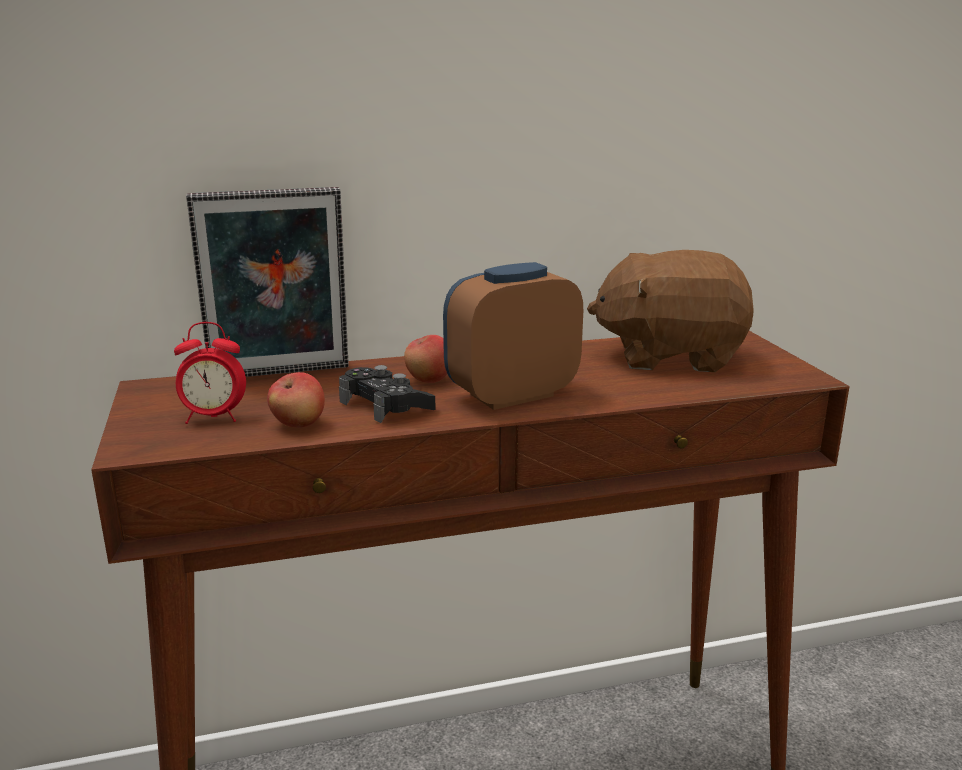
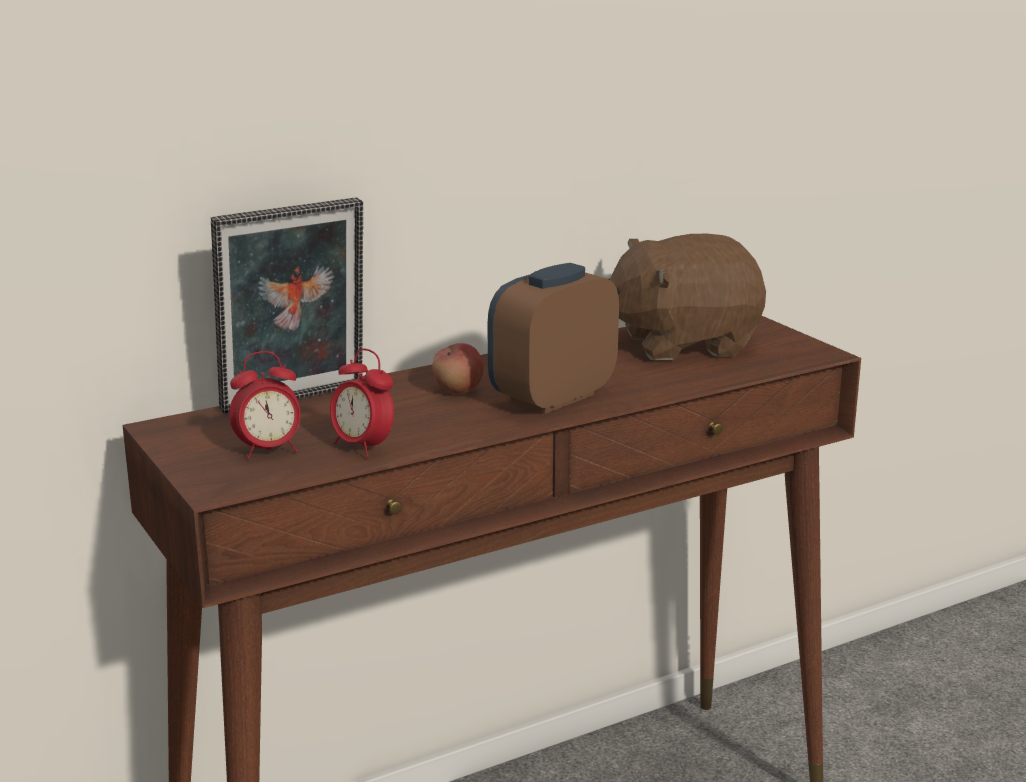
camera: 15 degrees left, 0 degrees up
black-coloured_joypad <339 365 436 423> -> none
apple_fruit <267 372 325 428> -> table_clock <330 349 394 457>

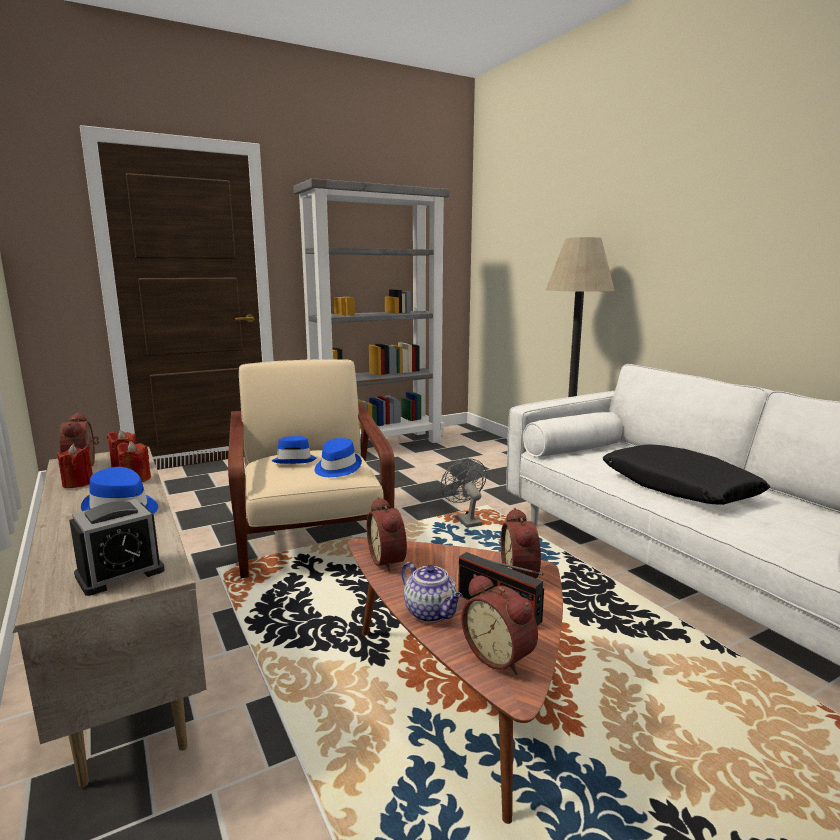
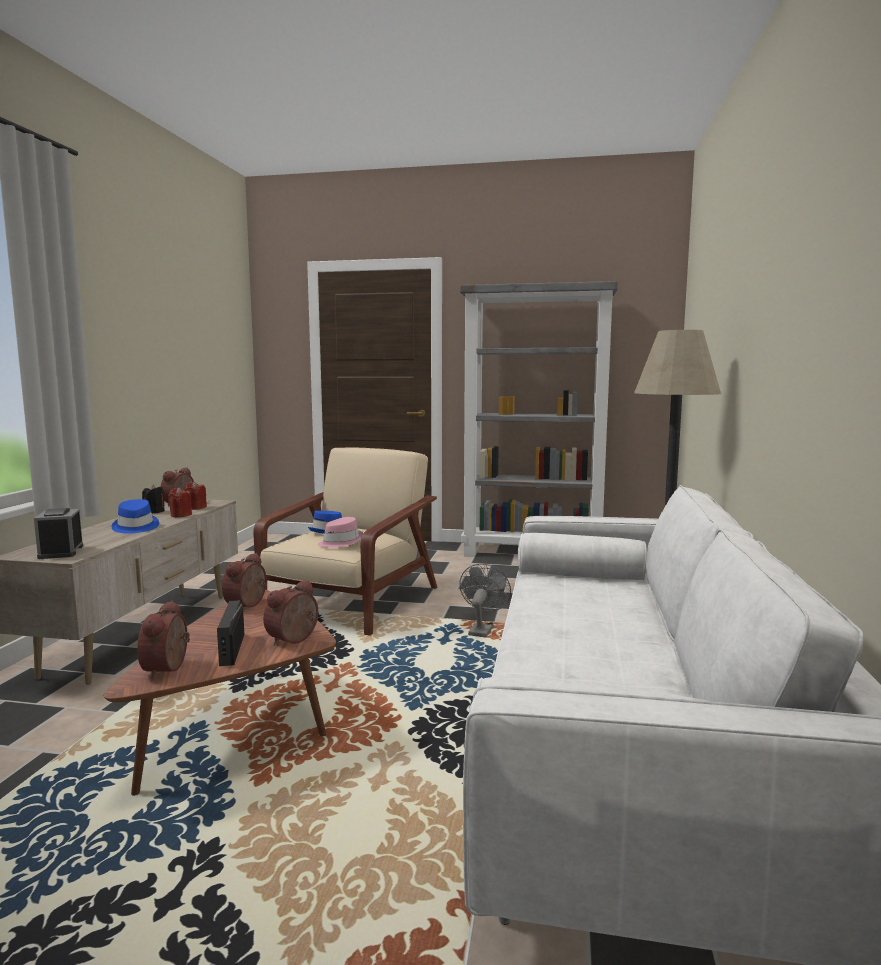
camera: 40 degrees right, 5 degrees down
bluish_clothing_hat <315 438 362 477> -> pink_clothing_hat <318 517 363 548>
red_candle <57 444 93 488> -> black-coloured_candle <142 484 165 513>
black-coloured_cushion <603 444 771 505> -> none
table_clock <69 499 165 596> -> table_clock <34 508 83 559>, 75 degrees clockwise
tea_pot <401 562 463 622> -> none

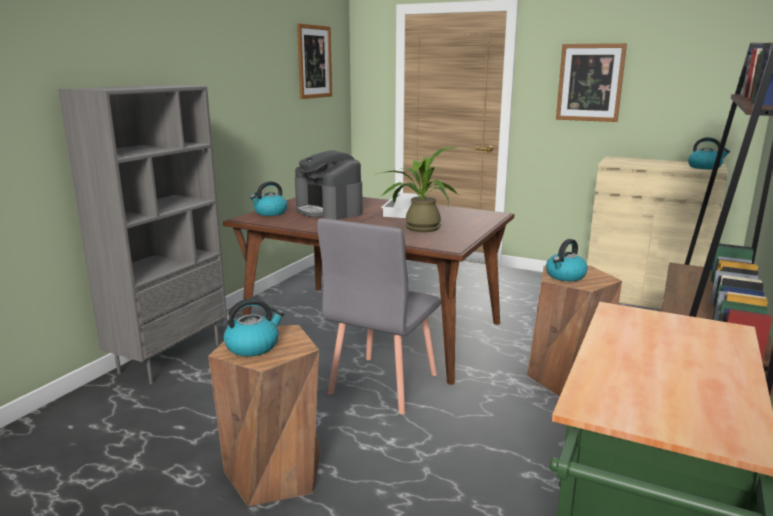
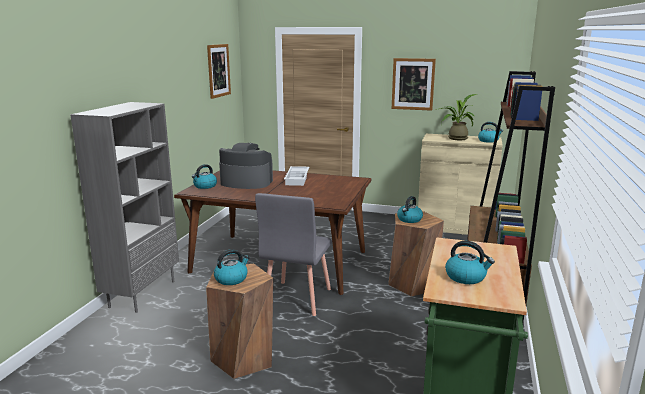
camera: 10 degrees left, 0 degrees up
plant_in_a_pot <377 147 459 232> -> plant_in_a_pot <436 94 478 140>, move
coffee_machine <295 151 363 220> -> coffee_machine <219 143 273 189>, 150 degrees clockwise
none -> kettle <445 241 495 284>

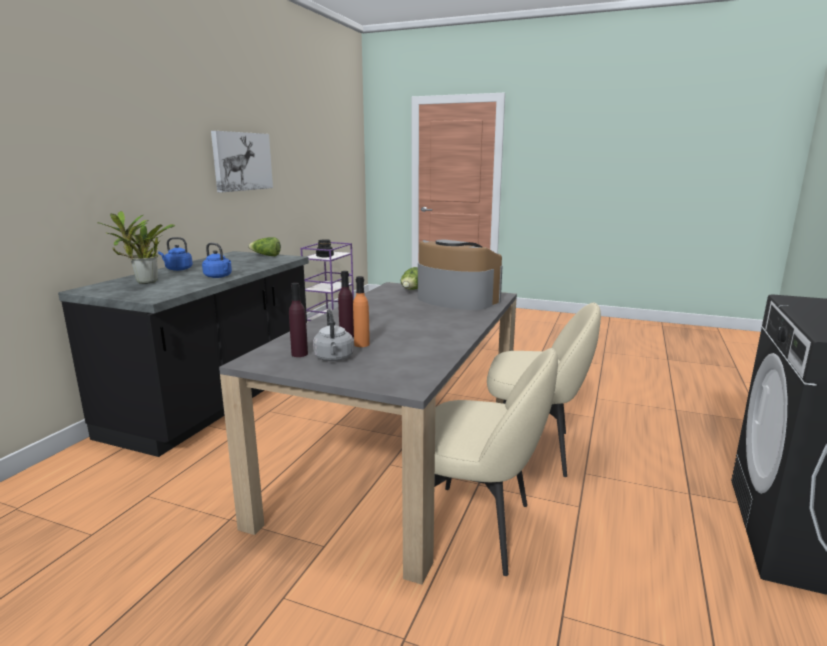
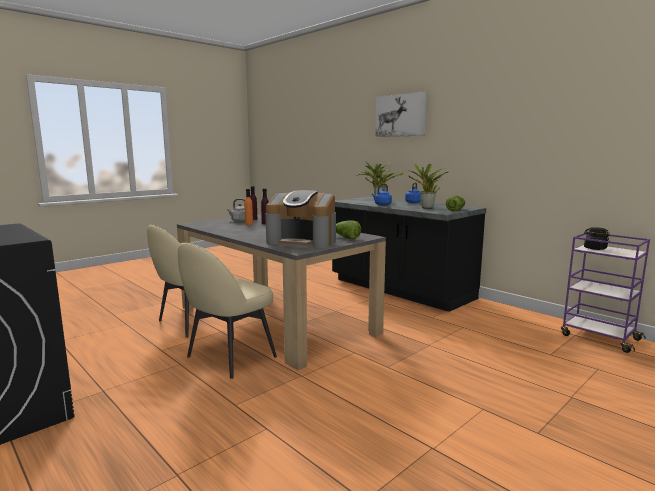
camera: 115 degrees right, 5 degrees down
picture <211 131 273 192> -> picture <375 92 427 137>, move
coffee_machine <418 239 502 310> -> coffee_machine <265 190 336 248>, 45 degrees clockwise
none -> plant_in_a_pot <408 164 448 209>

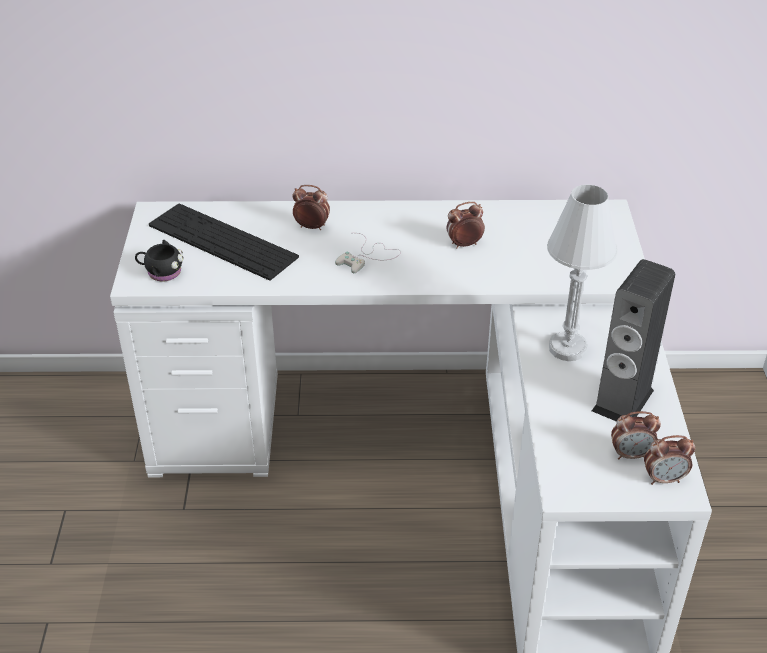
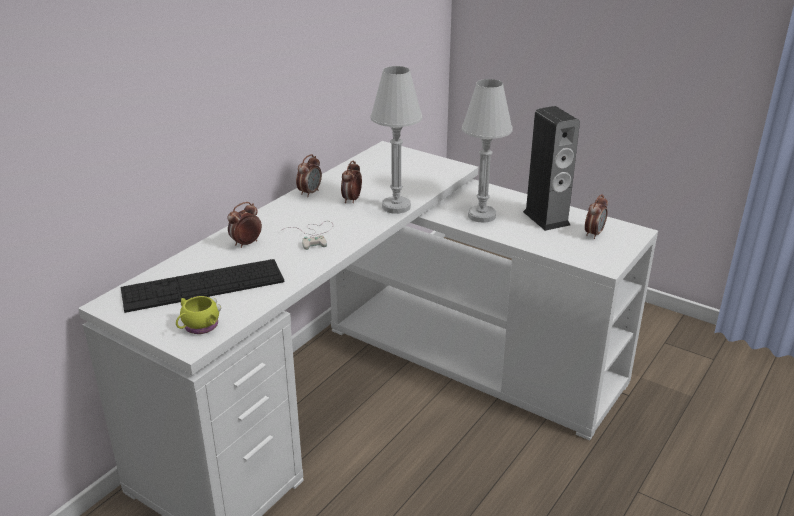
camera: 55 degrees left, 10 degrees down
black-coloured_tea_mug <135 240 184 281> -> yellowish_tea_mug <176 296 221 334>
table_clock <644 435 695 485> -> table_clock <296 154 322 197>, move
none -> whitish_lamp_for_a_table <370 66 422 214>

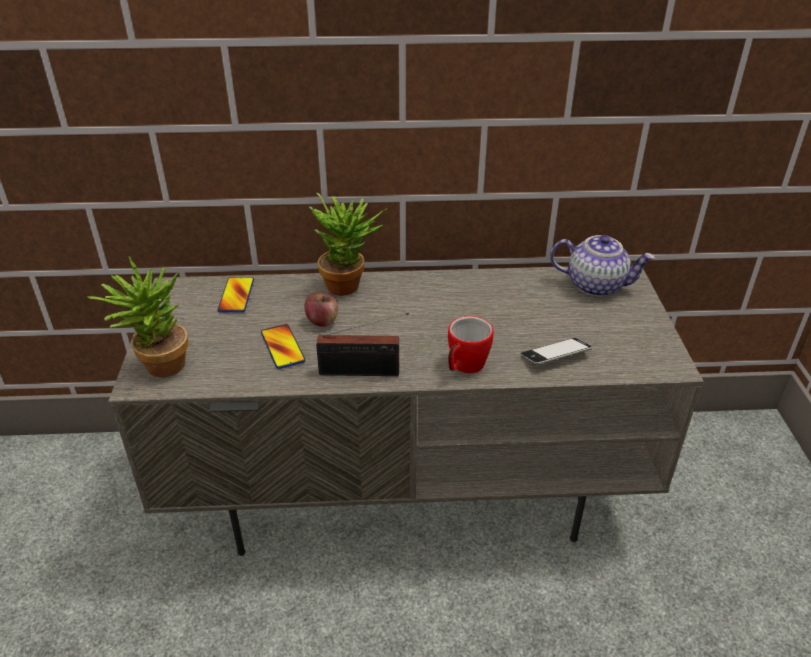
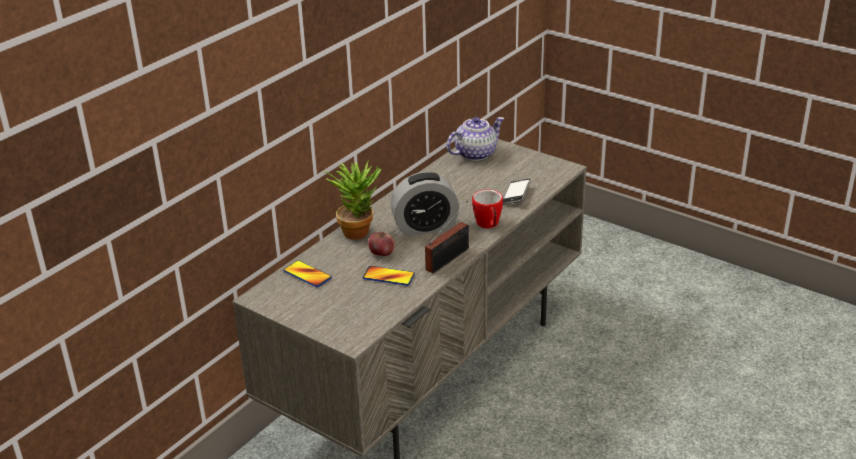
camera: 50 degrees left, 5 degrees down
plant_in_a_pot <87 256 188 378> -> none
none -> table_clock <391 172 459 236>

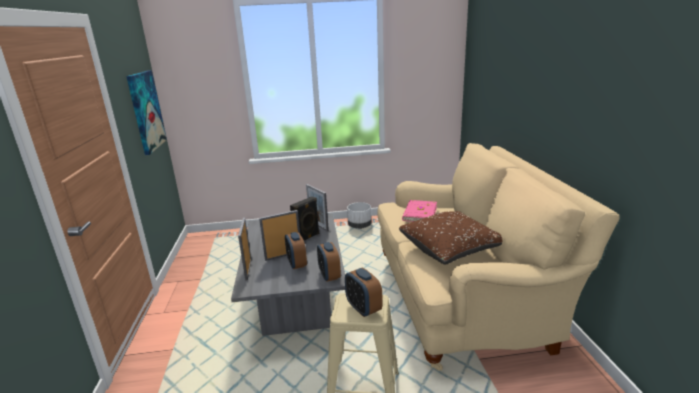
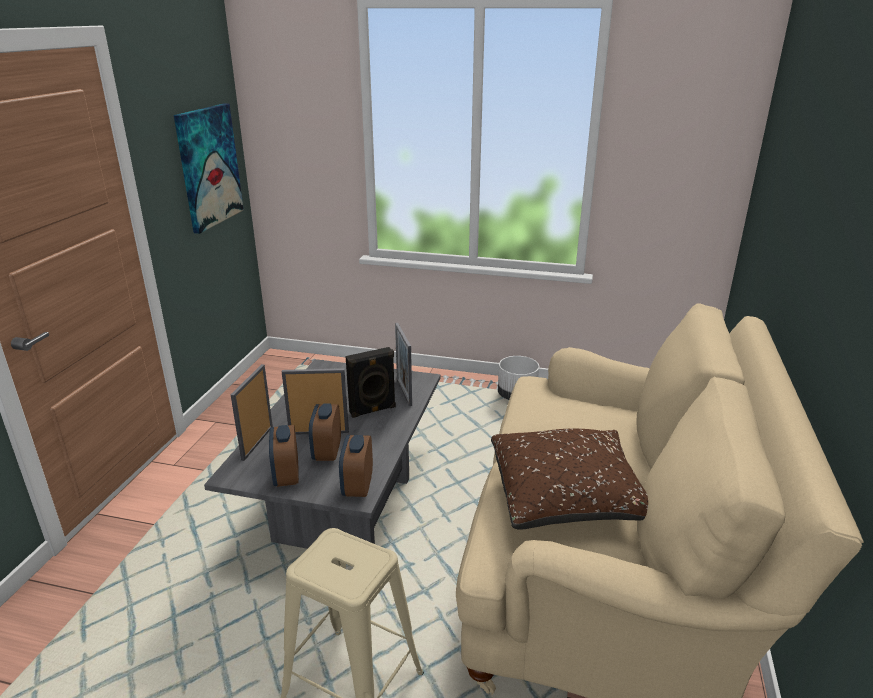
camera: 20 degrees right, 5 degrees up
pink_book <402 200 437 222> -> none
table_clock <345 268 383 317> -> table_clock <269 425 299 487>, move

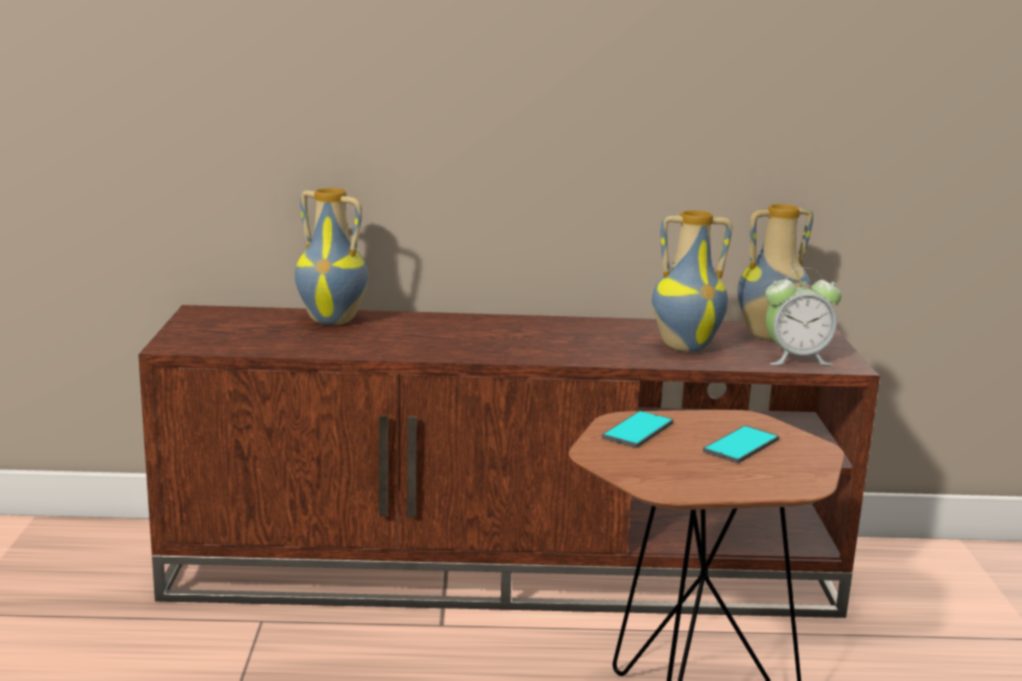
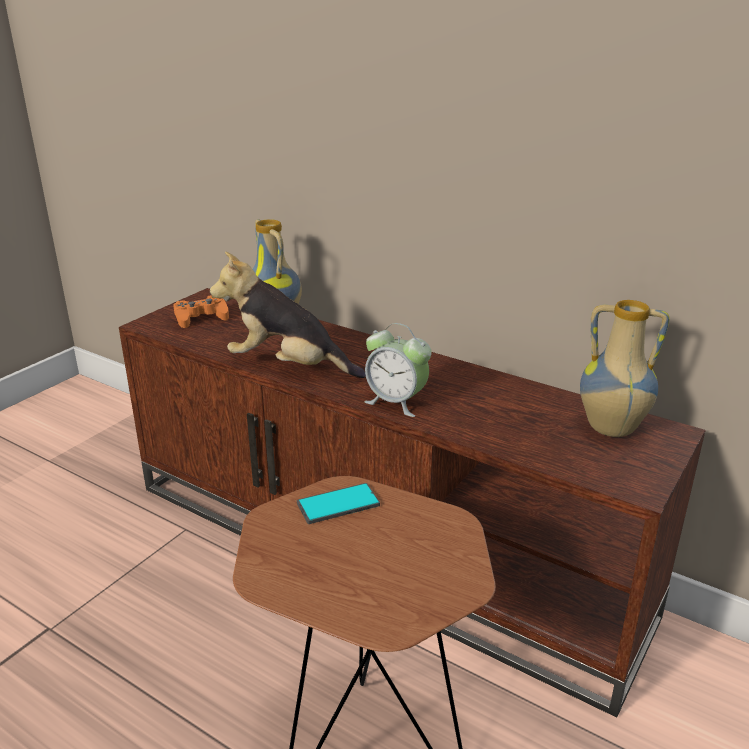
camera: 35 degrees right, 10 degrees up
decorative_vase <652 210 733 352> -> none
table_clock <765 268 842 366> -> table_clock <364 323 432 417>, move
telephone <703 425 779 463> -> none
none -> cuddly_toy <210 251 366 378>
none -> orange-coloured_joypad <173 295 229 328>

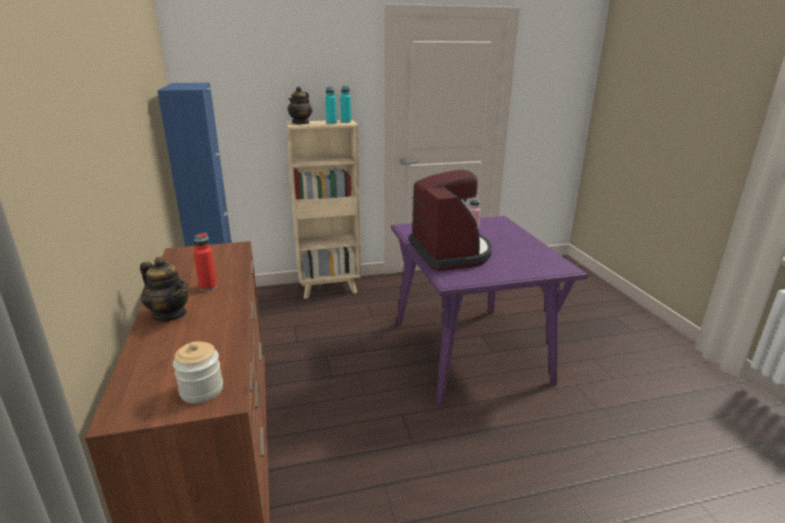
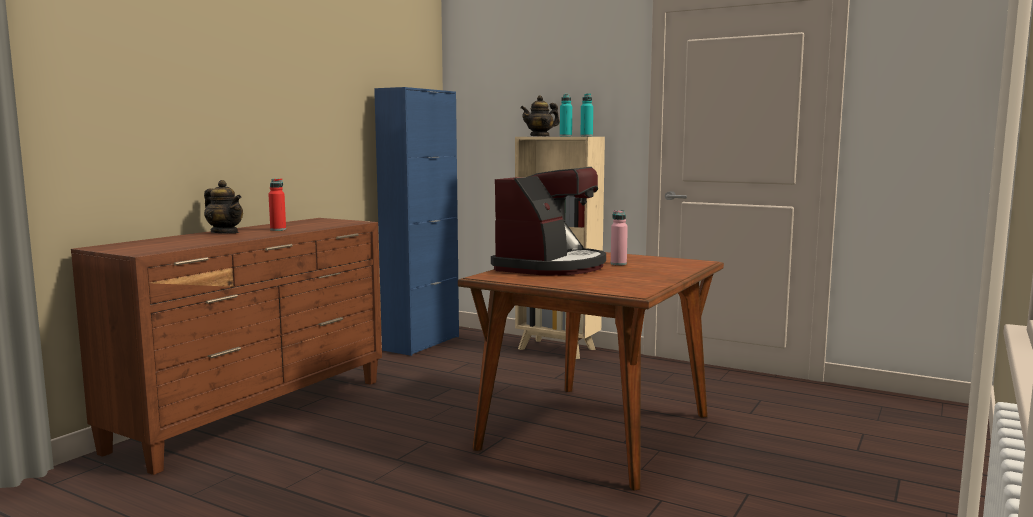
camera: 45 degrees right, 15 degrees down
purple-coloured_dinner_table <391 216 588 406> -> brownish_dinner_table <458 252 724 490>
tea_pot <140 257 190 321> -> tea_pot <204 180 243 233>, 45 degrees counterclockwise
storage_jar <173 341 223 403> -> none

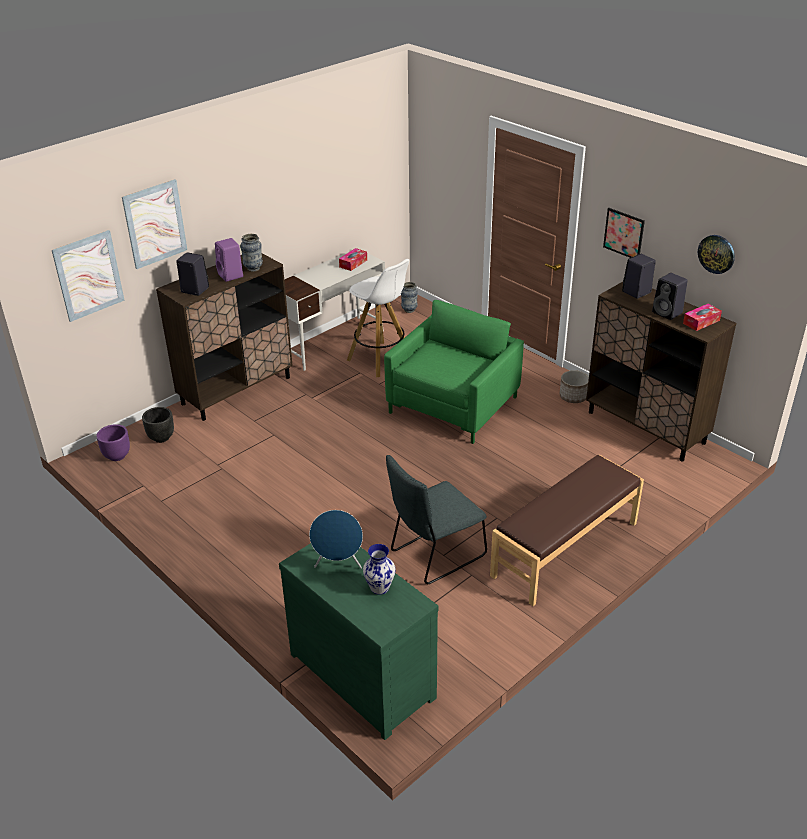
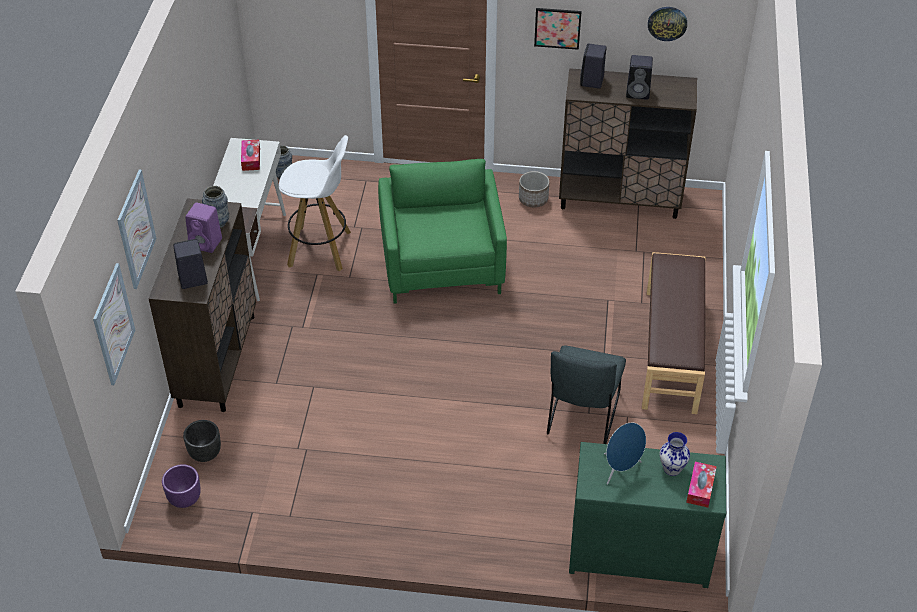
camera: 40 degrees left, 10 degrees up
tissue_box <683 304 722 331> -> tissue_box <686 462 717 508>, move

